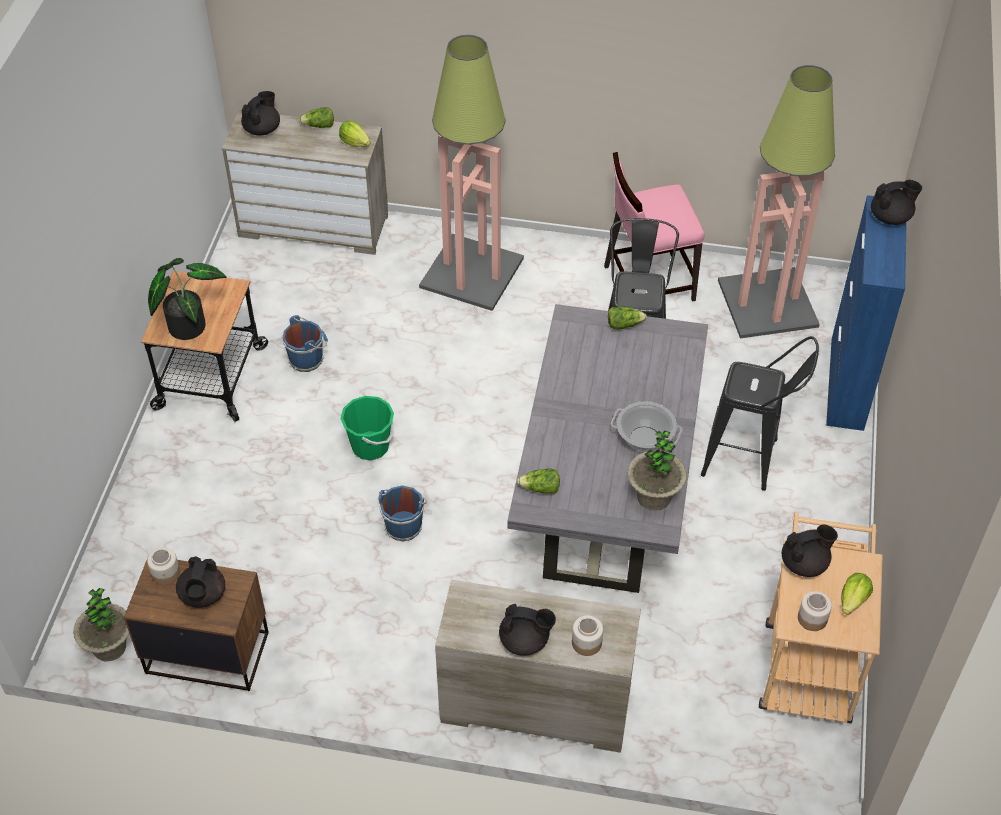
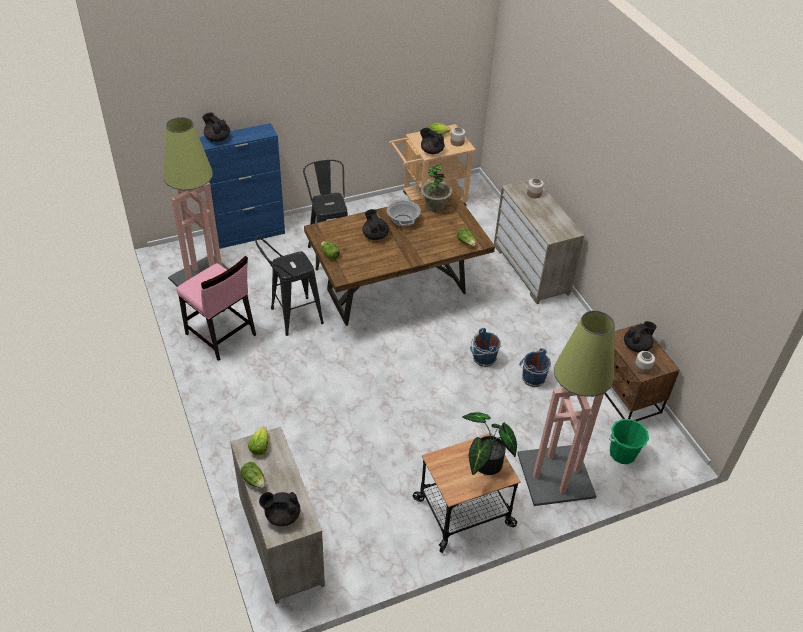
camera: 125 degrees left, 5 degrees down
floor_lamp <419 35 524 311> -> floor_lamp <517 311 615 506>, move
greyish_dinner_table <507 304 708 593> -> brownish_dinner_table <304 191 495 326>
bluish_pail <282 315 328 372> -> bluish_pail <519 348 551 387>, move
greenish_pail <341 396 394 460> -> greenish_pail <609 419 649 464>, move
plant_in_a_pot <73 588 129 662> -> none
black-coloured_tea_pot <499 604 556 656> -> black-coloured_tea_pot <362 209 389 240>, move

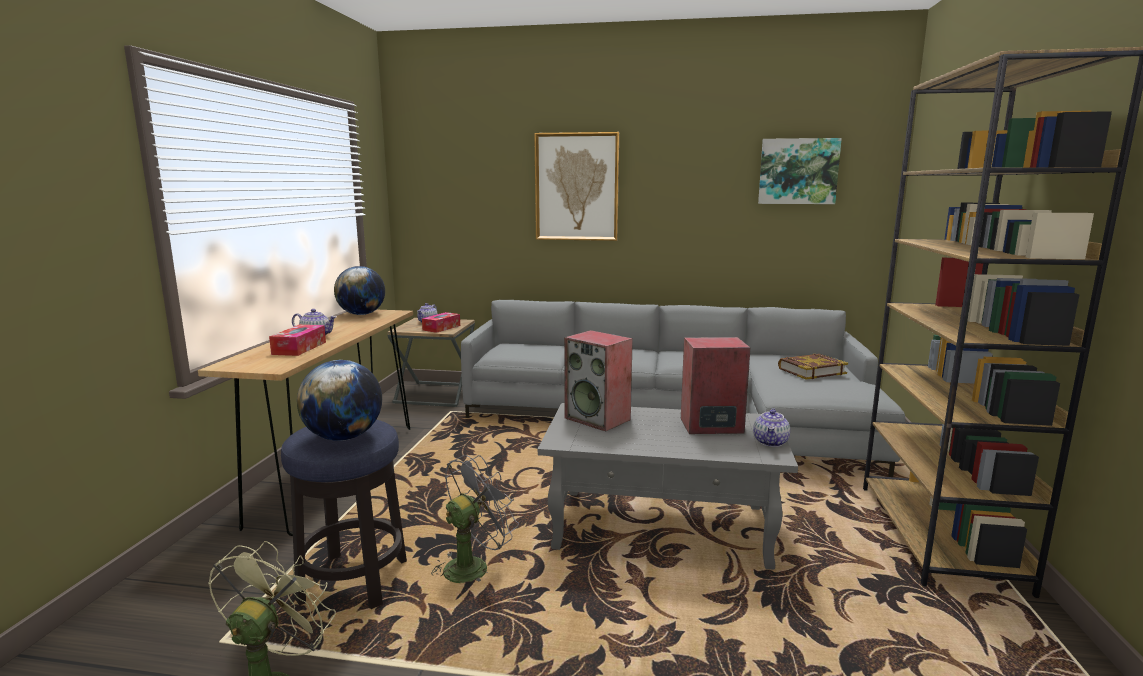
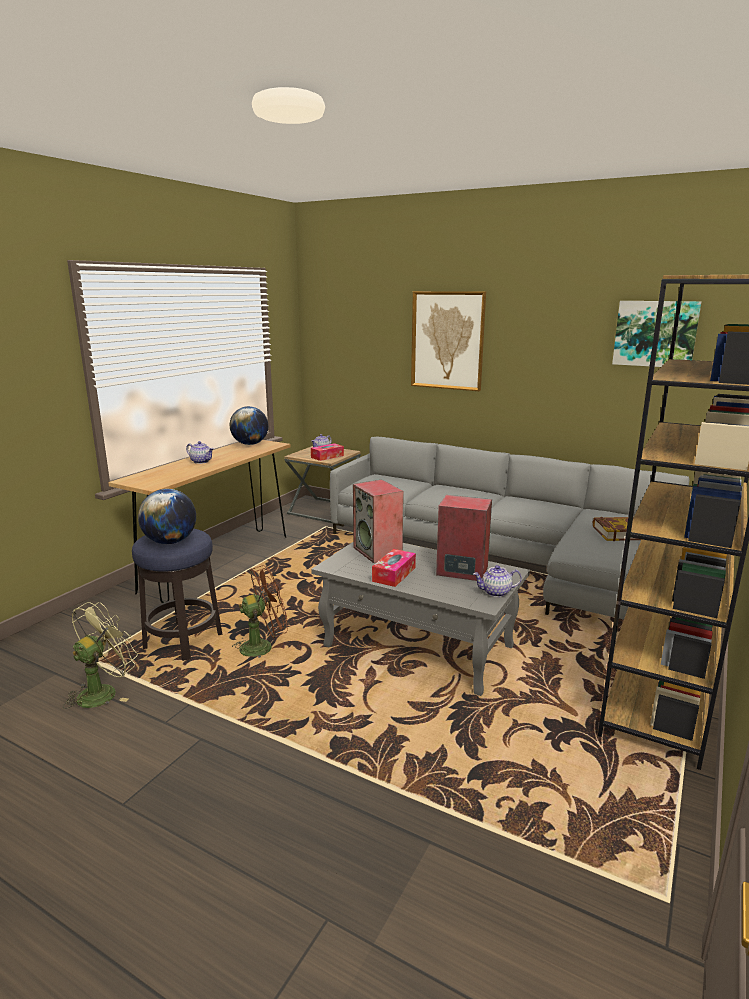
camera: 20 degrees right, 5 degrees up
tissue_box <269 325 326 356> -> tissue_box <372 549 416 587>, move
tea_pot <753 408 790 447> -> tea_pot <473 565 522 597>, 45 degrees clockwise
greyish_electric_fan <431 455 519 583> -> brownish_electric_fan <232 565 288 658>

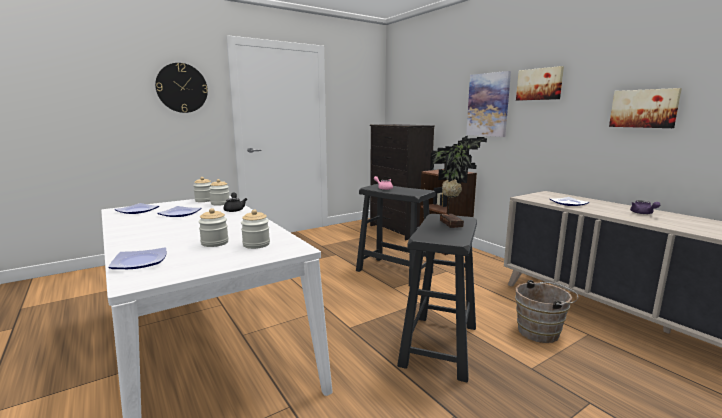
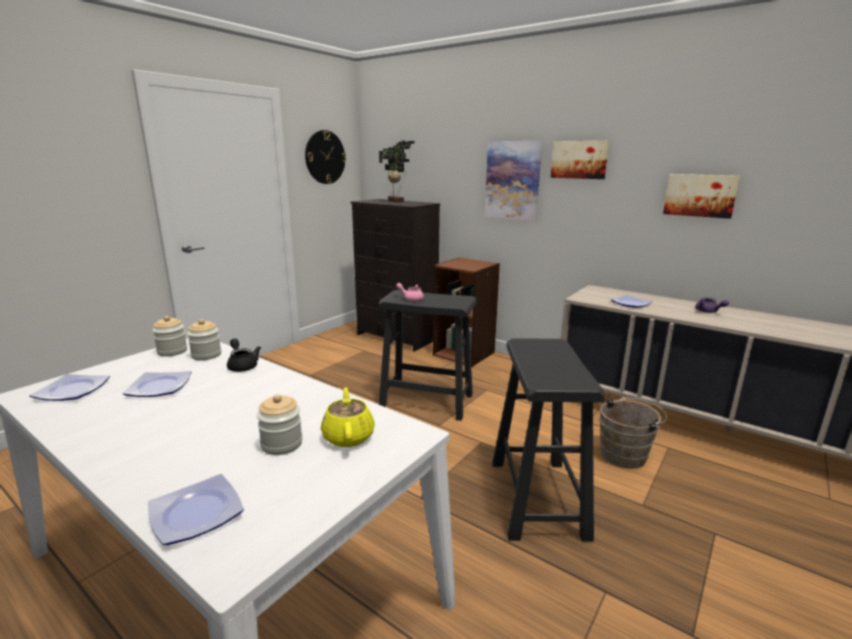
camera: 20 degrees left, 5 degrees up
clock_on_the_wall <155 63 208 113> -> clock_on_the_wall <305 130 346 184>, move
plant_in_a_pot <430 136 487 228> -> plant_in_a_pot <379 141 414 202>, move
storage_jar <241 209 270 249> -> yellowish_tea_pot <321 387 375 447>

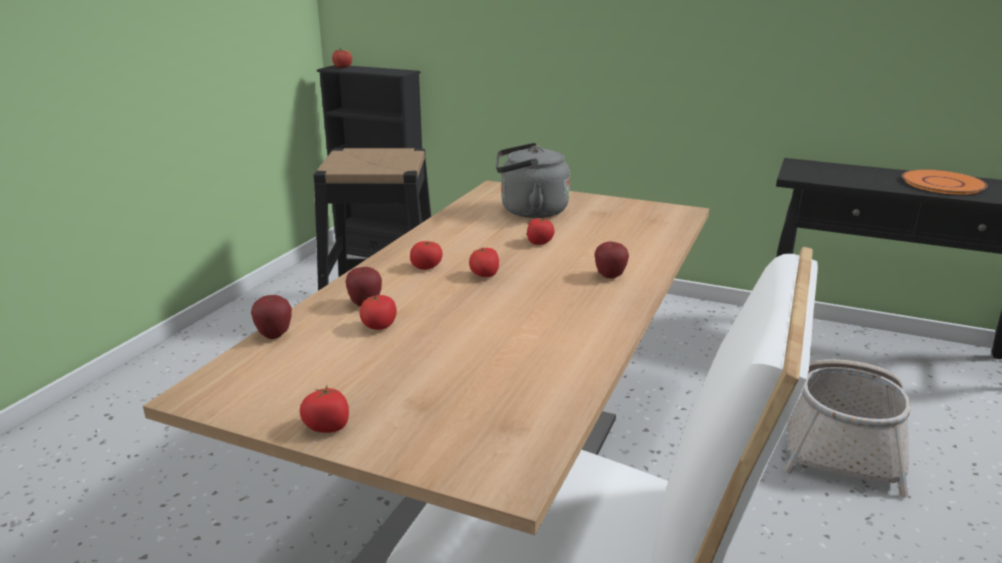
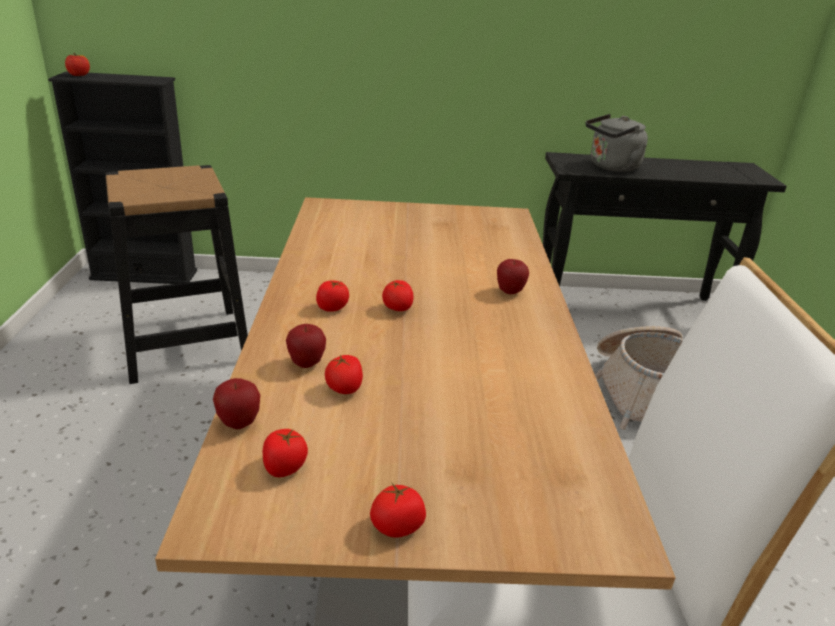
camera: 25 degrees left, 5 degrees up
greyish_kettle <496 143 570 218> -> greyish_kettle <586 114 648 172>, move
orange-coloured_dinner_plate <902 170 987 195> -> none
whole_tomato <527 218 555 245> -> whole_tomato <263 429 308 477>, move

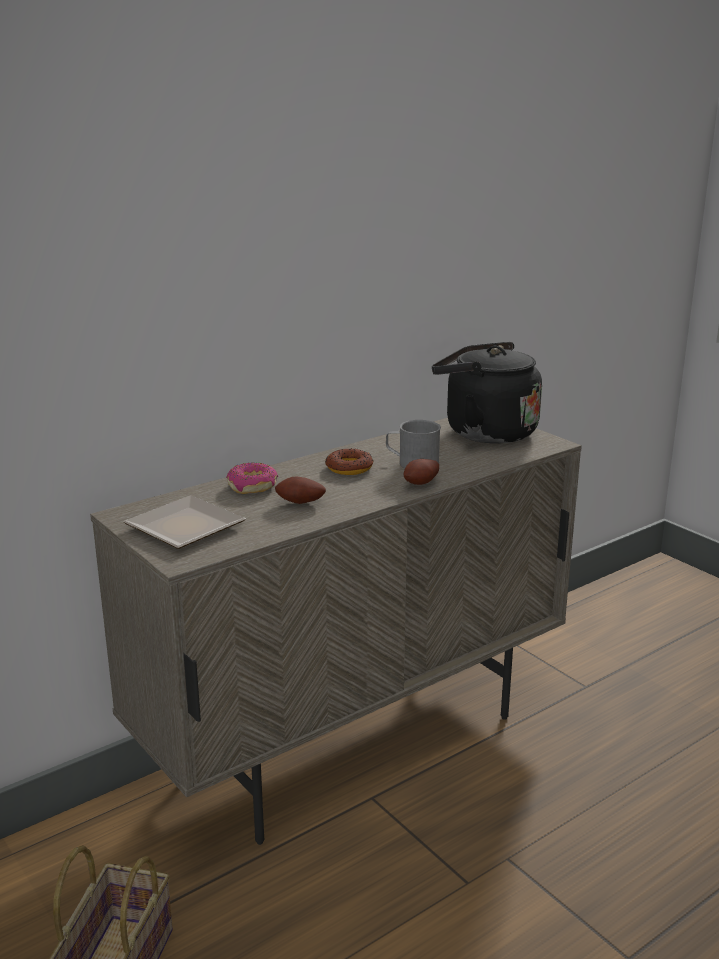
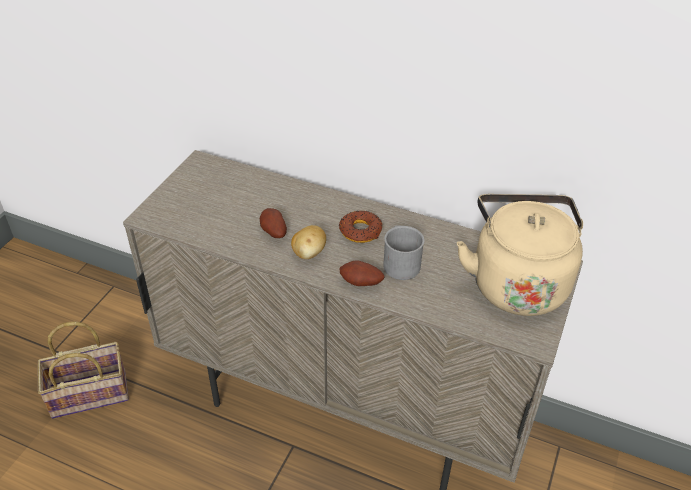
camera: 60 degrees right, 20 degrees up
black-coloured_kettle <432 342 542 444> -> sand-coloured_kettle <457 194 583 316>
doughnut <226 463 278 494> -> none
dinner_plate <124 495 246 549> -> none
none -> spud <291 225 326 259>

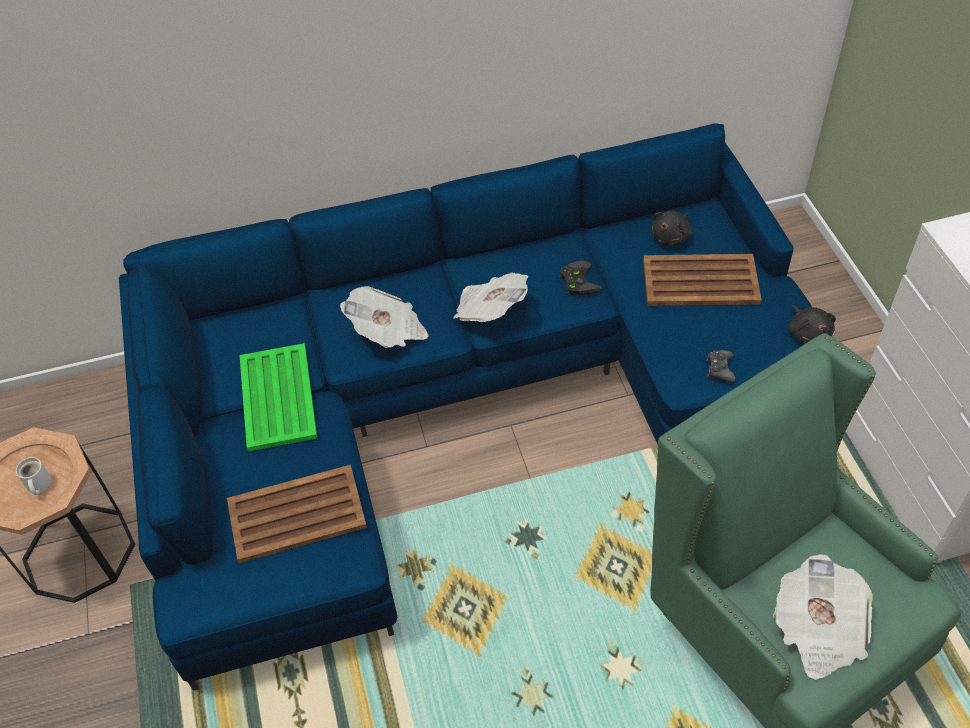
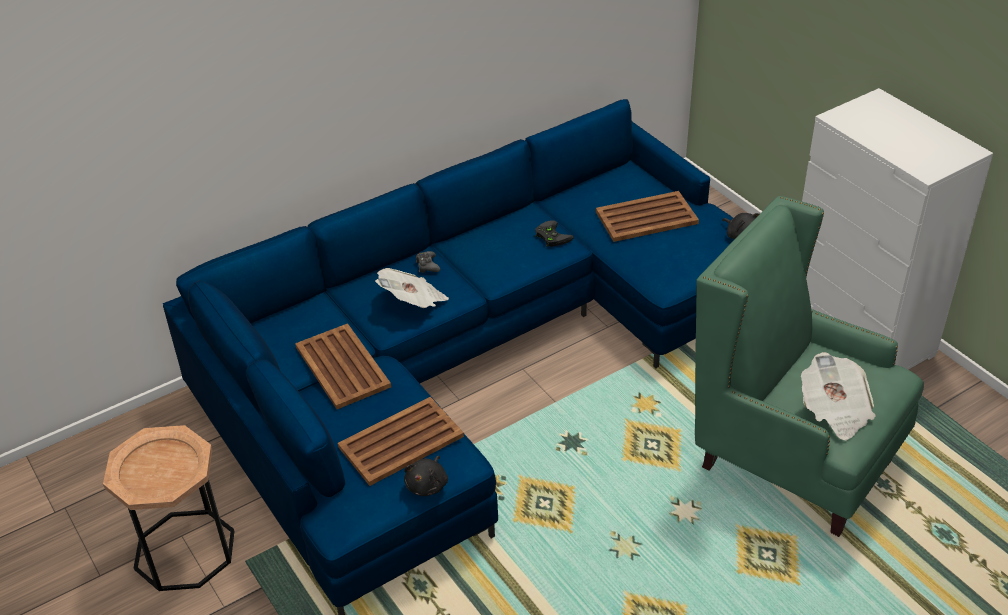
camera: 20 degrees left, 10 degrees down
black-coloured_cuddly_toy <651 211 692 245> -> black-coloured_cuddly_toy <404 456 448 496>, move
daily_paper <454 273 528 322> -> none
greenish_tray <240 343 317 452> -> brownish_tray <295 323 391 409>
black-coloured_joypad <706 350 735 382> -> black-coloured_joypad <416 251 440 273>, move
whitish_tea_mug <16 457 51 495> -> none

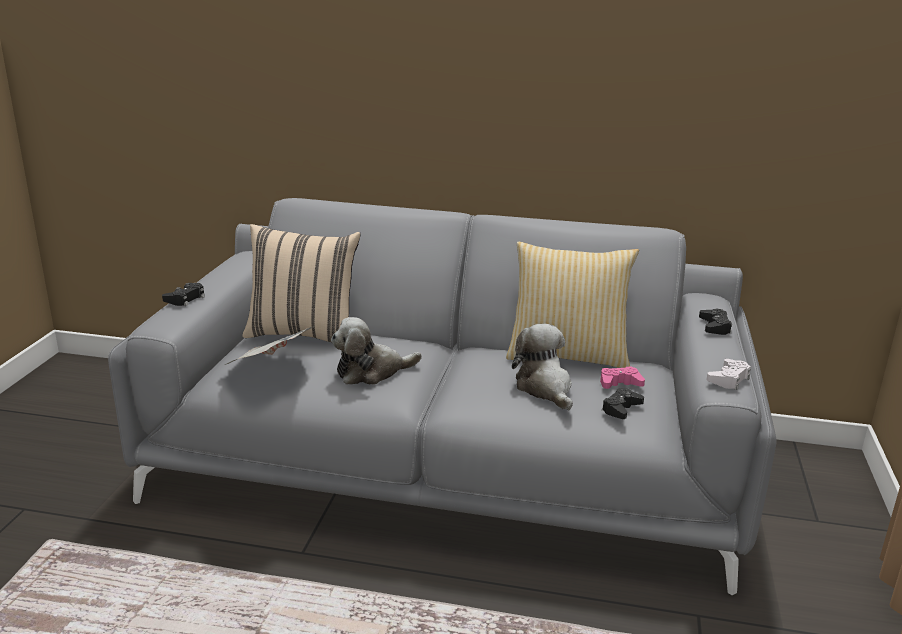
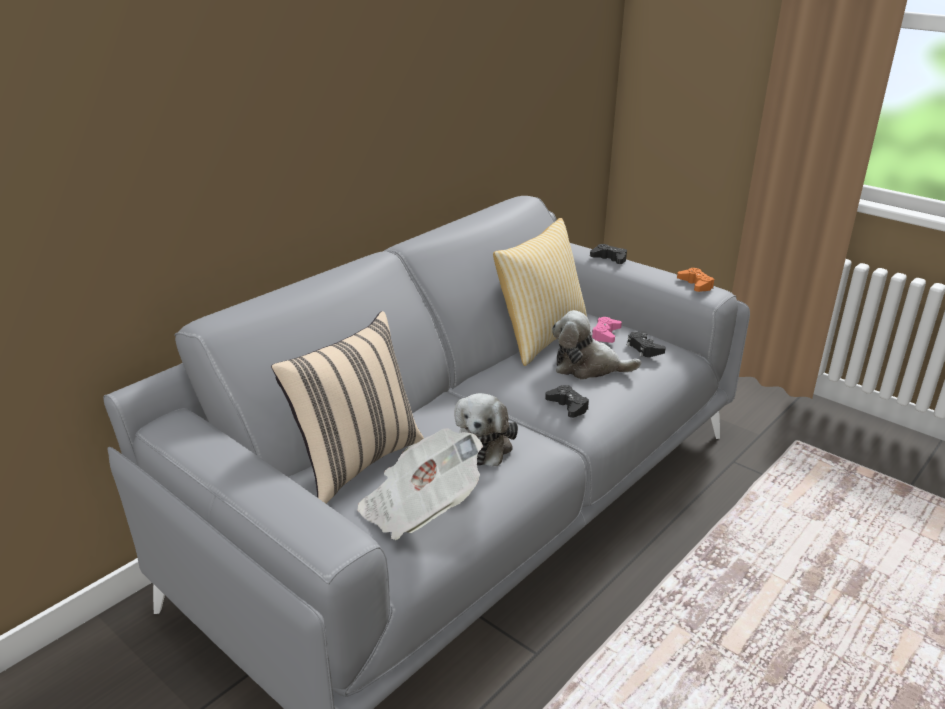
camera: 60 degrees left, 5 degrees up
black-coloured_joypad <162 283 205 306> -> black-coloured_joypad <545 385 589 418>, move
whitish_joypad <706 359 751 390> -> orange-coloured_joypad <677 268 714 292>

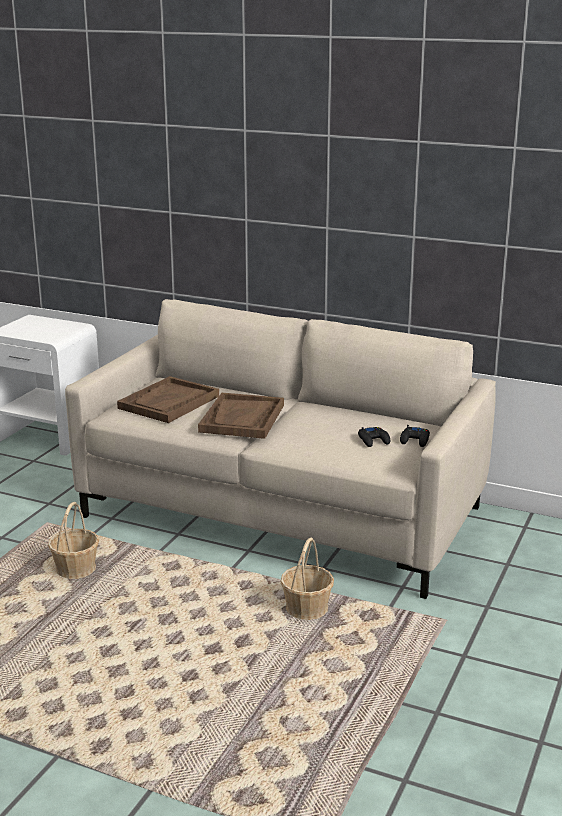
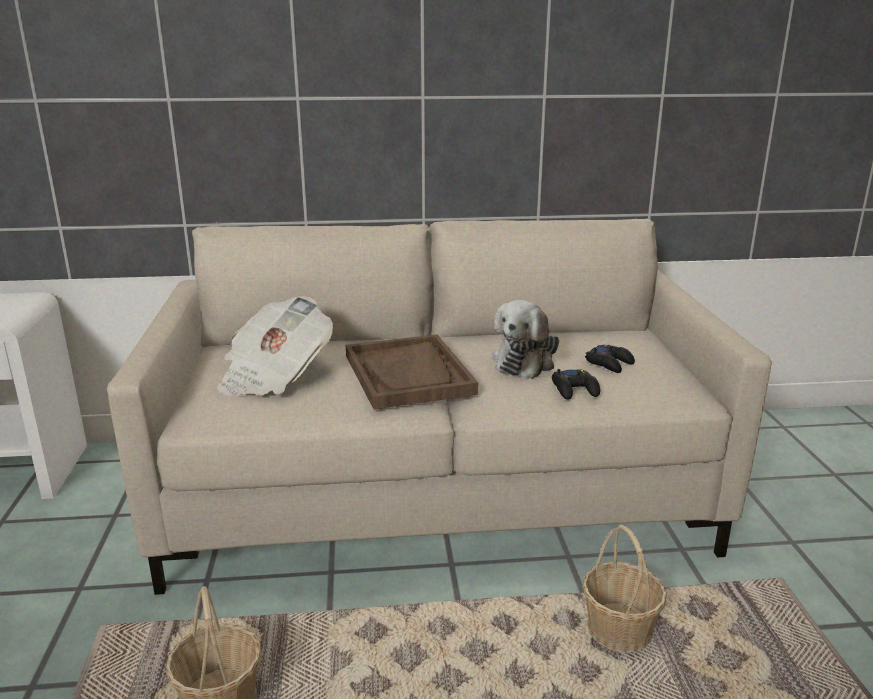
camera: 30 degrees left, 0 degrees up
brownish_tray <117 376 219 423> -> daily_paper <217 296 333 396>
black-coloured_joypad <400 425 430 447> -> black-coloured_joypad <552 369 600 400>, move
none -> cuddly_toy <492 300 559 379>

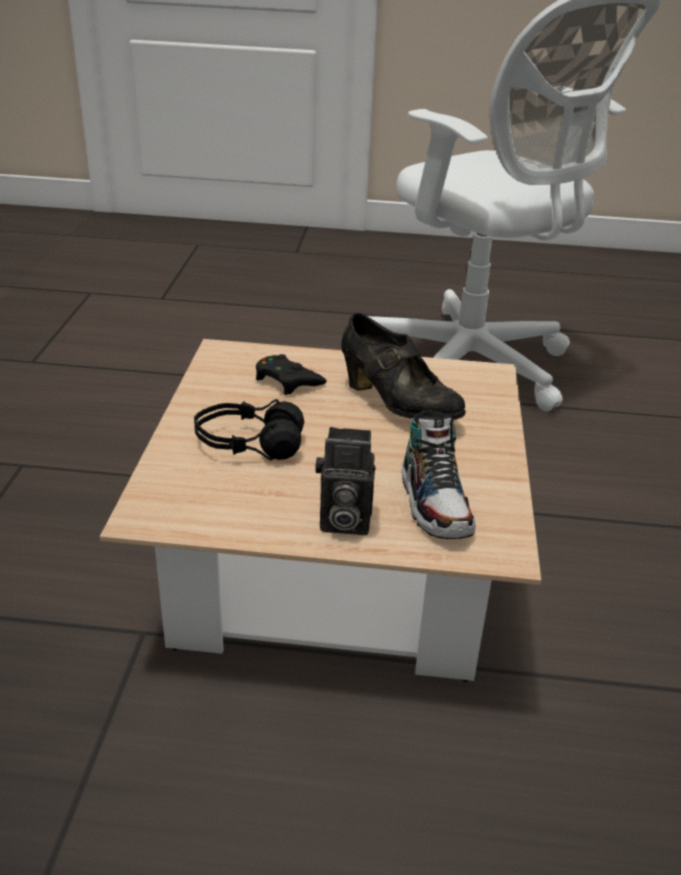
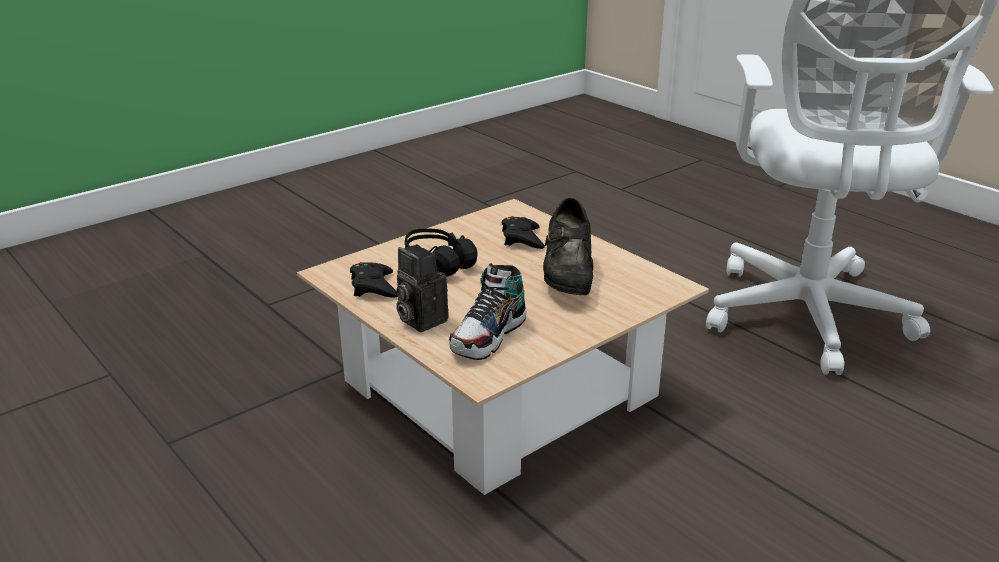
camera: 45 degrees right, 5 degrees down
none -> black-coloured_joypad <350 262 398 298>

